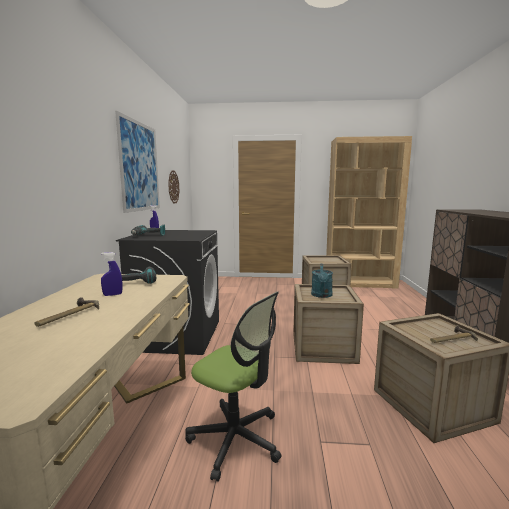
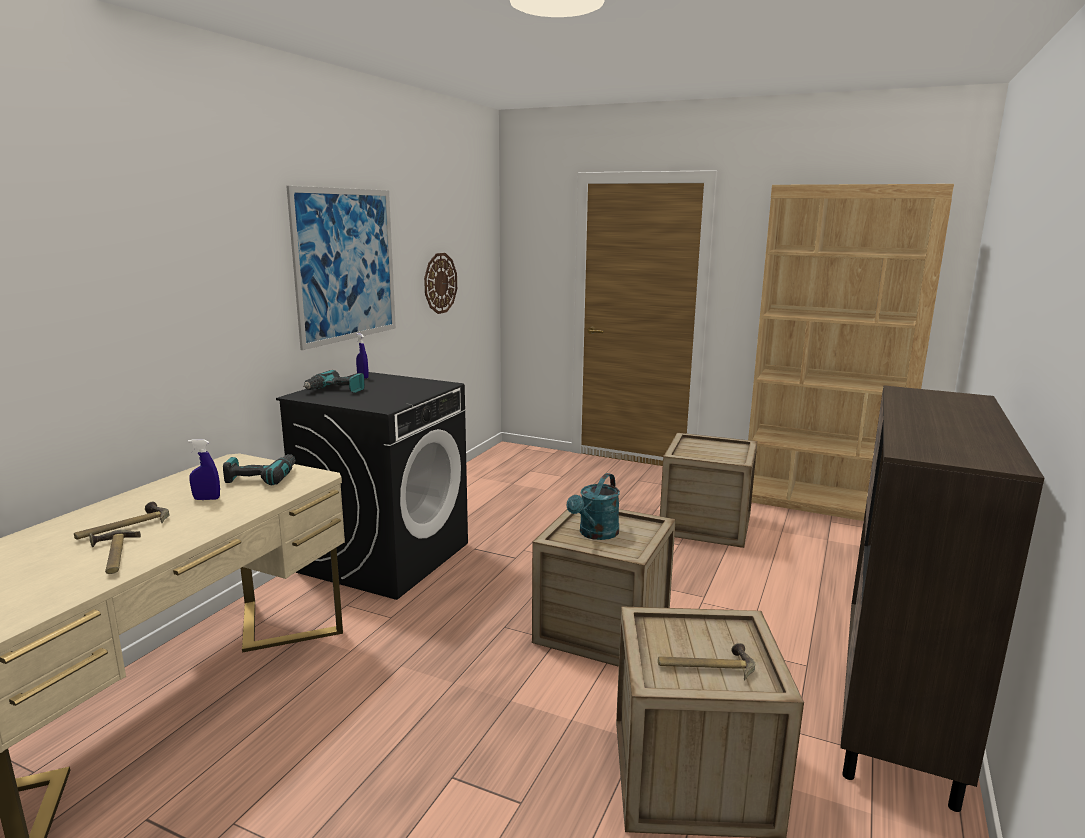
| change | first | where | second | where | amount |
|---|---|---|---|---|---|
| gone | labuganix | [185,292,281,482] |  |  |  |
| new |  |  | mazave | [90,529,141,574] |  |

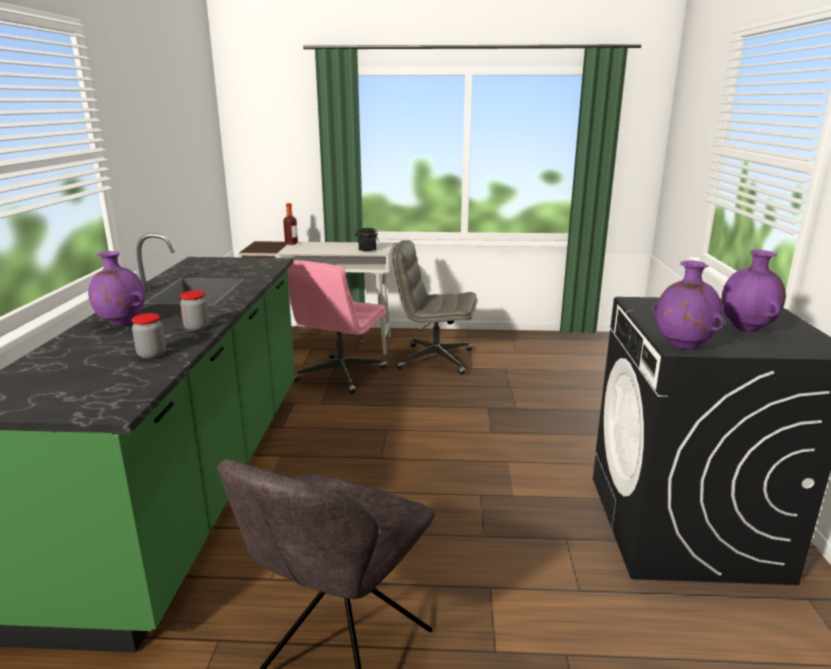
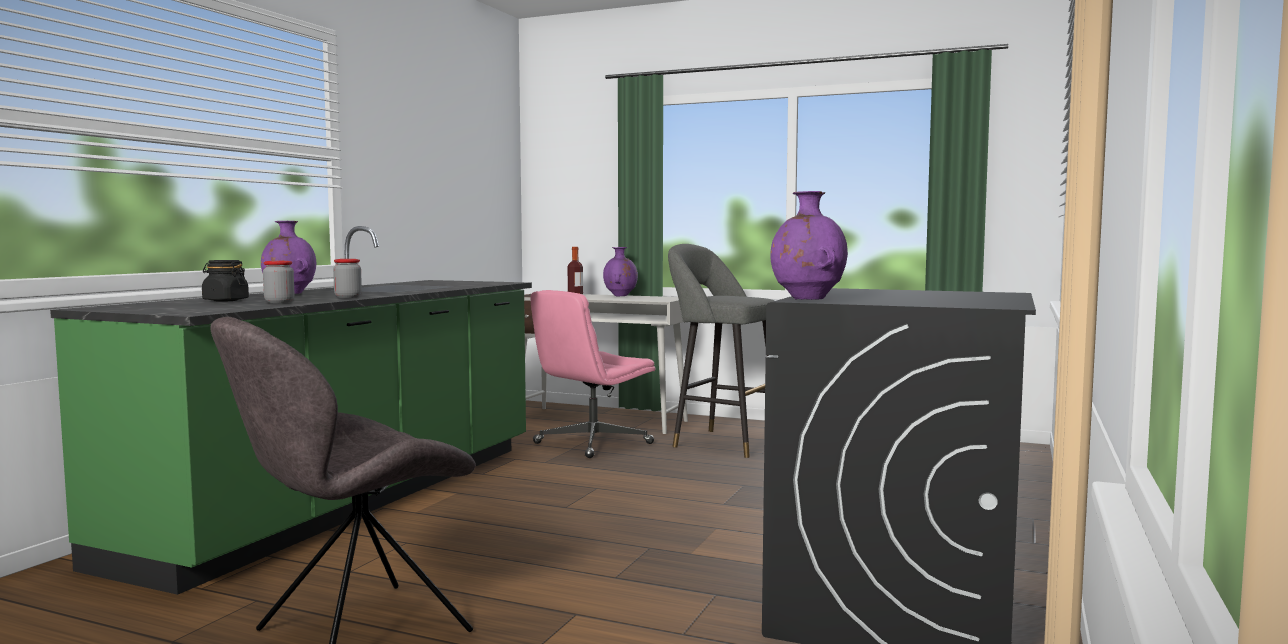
| change | first | where | second | where | amount |
|---|---|---|---|---|---|
| shifted | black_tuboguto | [355,228,379,251] |  | [202,260,249,302] |  |
| shifted | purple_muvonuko | [722,250,786,332] |  | [603,247,638,296] |  |
| swapped | grey_labuganix | [392,240,477,375] | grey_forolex | [668,244,774,458] |  |

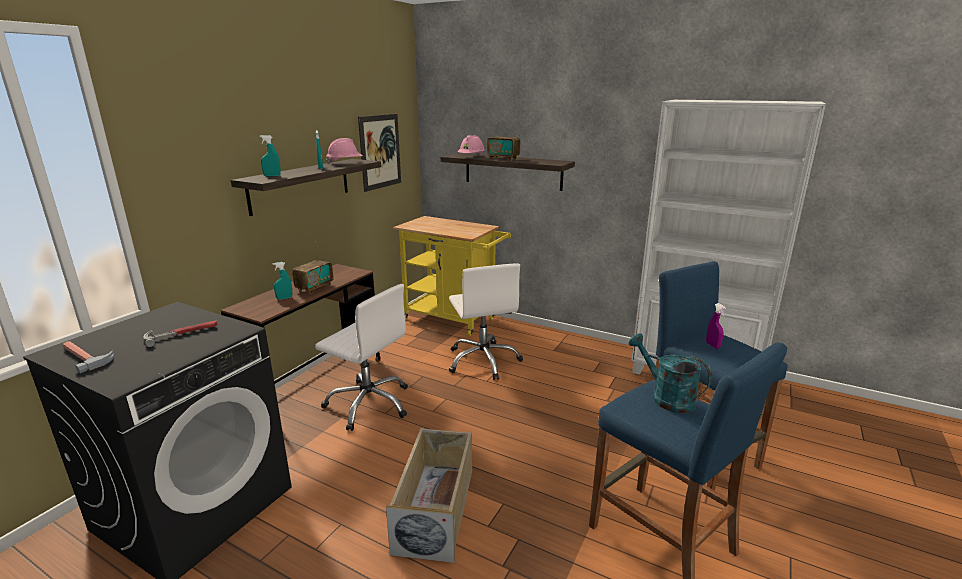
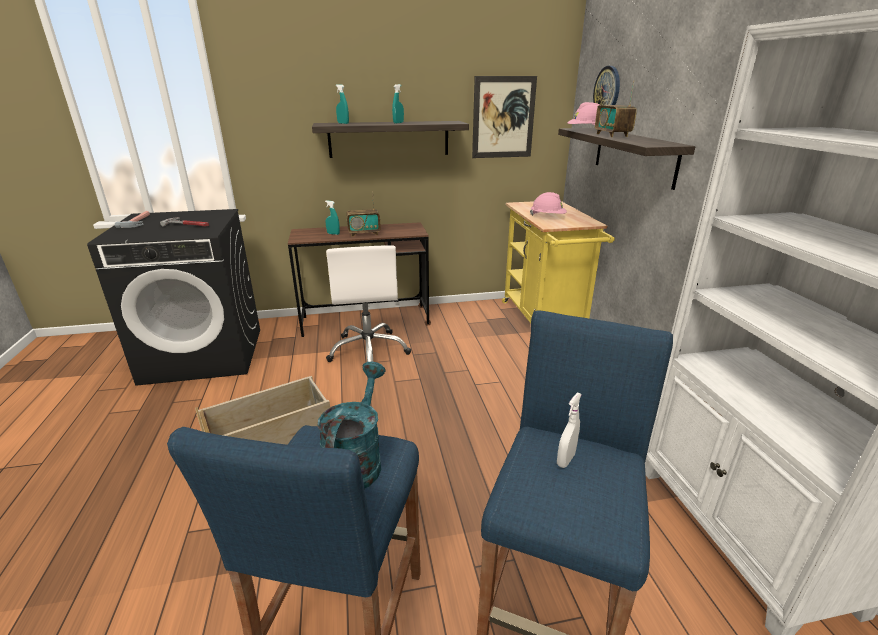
| change | first | where | second | where | amount |
|---|---|---|---|---|---|
| gone | white_labuganix | [449,263,523,380] |  |  |  |
| new |  |  | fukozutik | [593,66,620,105] |  |
| shifted | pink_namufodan | [326,138,363,164] |  | [530,192,567,216] |  |
| repainted | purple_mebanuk | [706,303,726,349] | white_mebanuk | [557,392,582,468] |  |

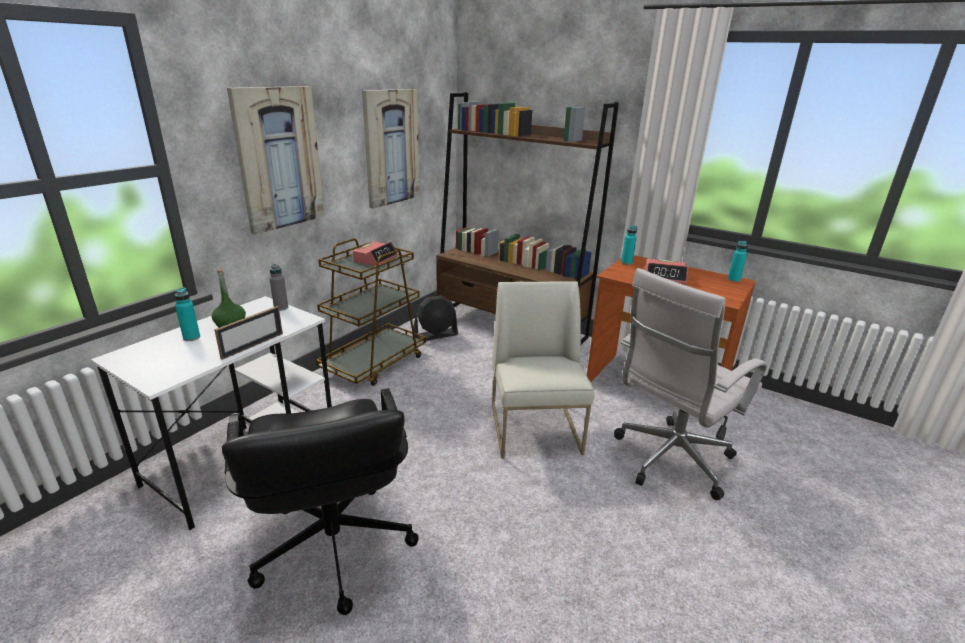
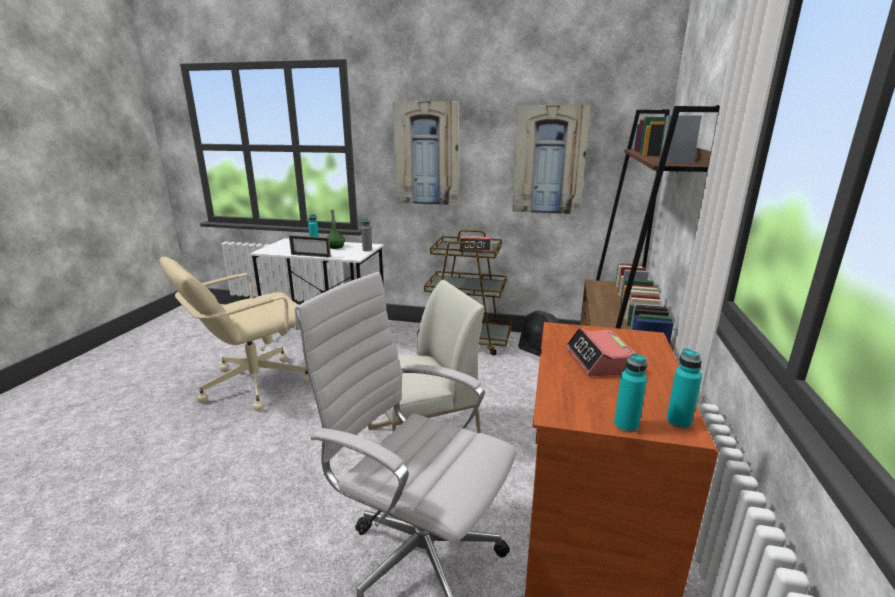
| change | first | where | second | where | amount |
|---|---|---|---|---|---|
| shifted | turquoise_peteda | [621,226,637,265] |  | [614,353,647,432] |  |
| repainted | black_labuganix | [222,388,419,615] | beige_labuganix | [160,257,309,411] |  |

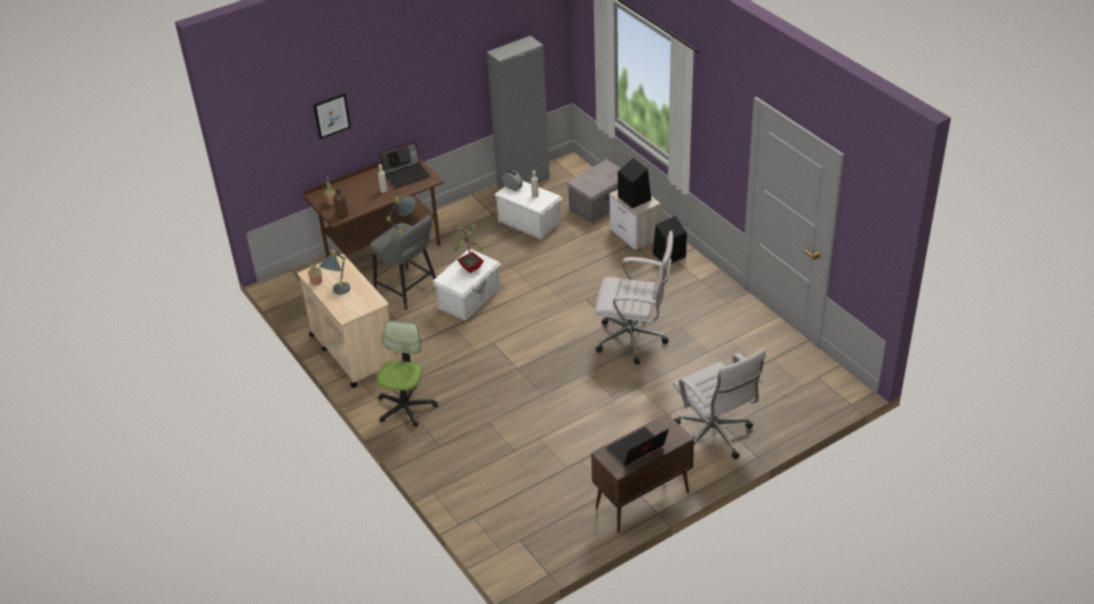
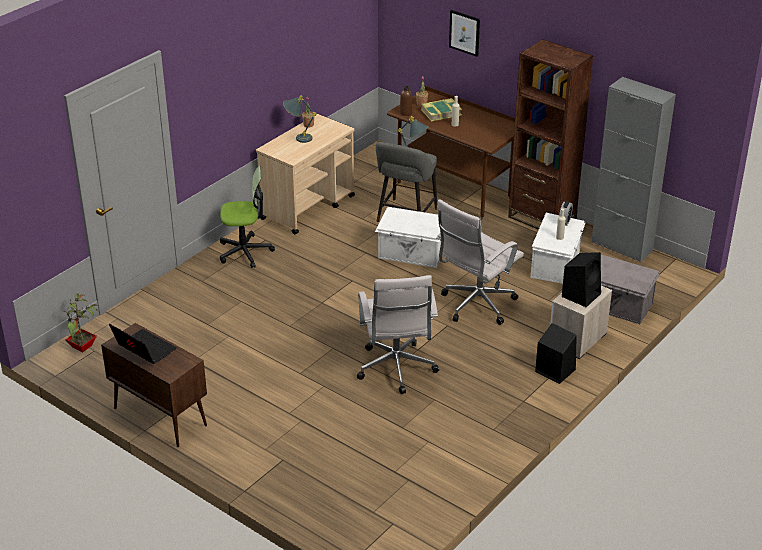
| change | first | where | second | where | amount |
|---|---|---|---|---|---|
| gone | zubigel | [379,141,430,188] |  |  |  |
| new |  |  | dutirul | [421,98,462,122] |  |
| new |  |  | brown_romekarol | [508,39,593,230] |  |
| shifted | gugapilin | [453,223,489,273] |  | [63,293,98,352] |  |
| shifted | white_labuganix | [672,349,766,459] |  | [436,199,524,325] |  |

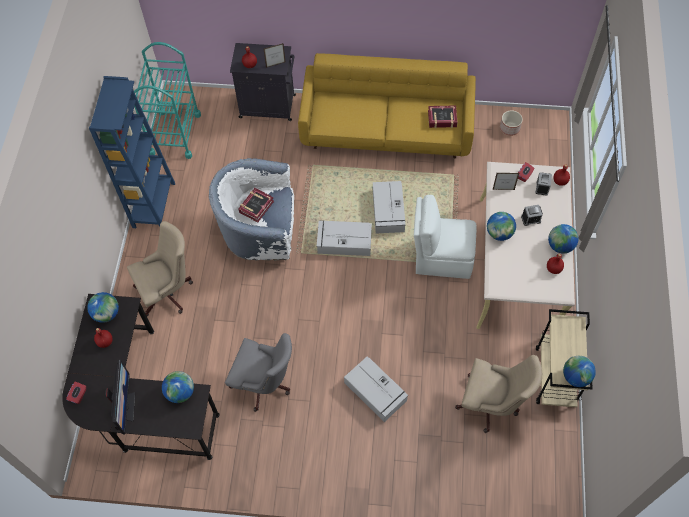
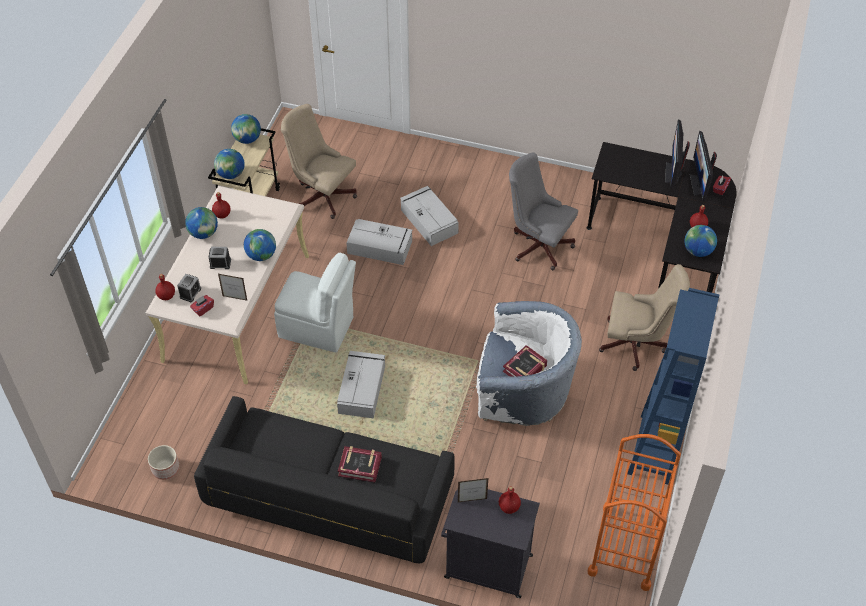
| change | first | where | second | where | amount |
|---|---|---|---|---|---|
| new |  |  | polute | [690,131,717,201] |  |
| shifted | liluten | [162,371,194,403] |  | [214,149,245,179] |  |
| shifted | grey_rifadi | [317,220,372,256] |  | [346,219,413,265] |  |
| shifted | dutirul | [428,105,458,128] |  | [338,446,382,482] |  |
| repainted | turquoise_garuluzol | [134,42,201,159] | orange_garuluzol | [588,434,681,591] |  |
| repainted | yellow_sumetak | [298,53,476,158] | black_sumetak | [194,396,455,563] |  |
| rotated | beige_labuganix | [127,221,193,316] |  | [599,264,690,371] | 150 degrees counterclockwise |

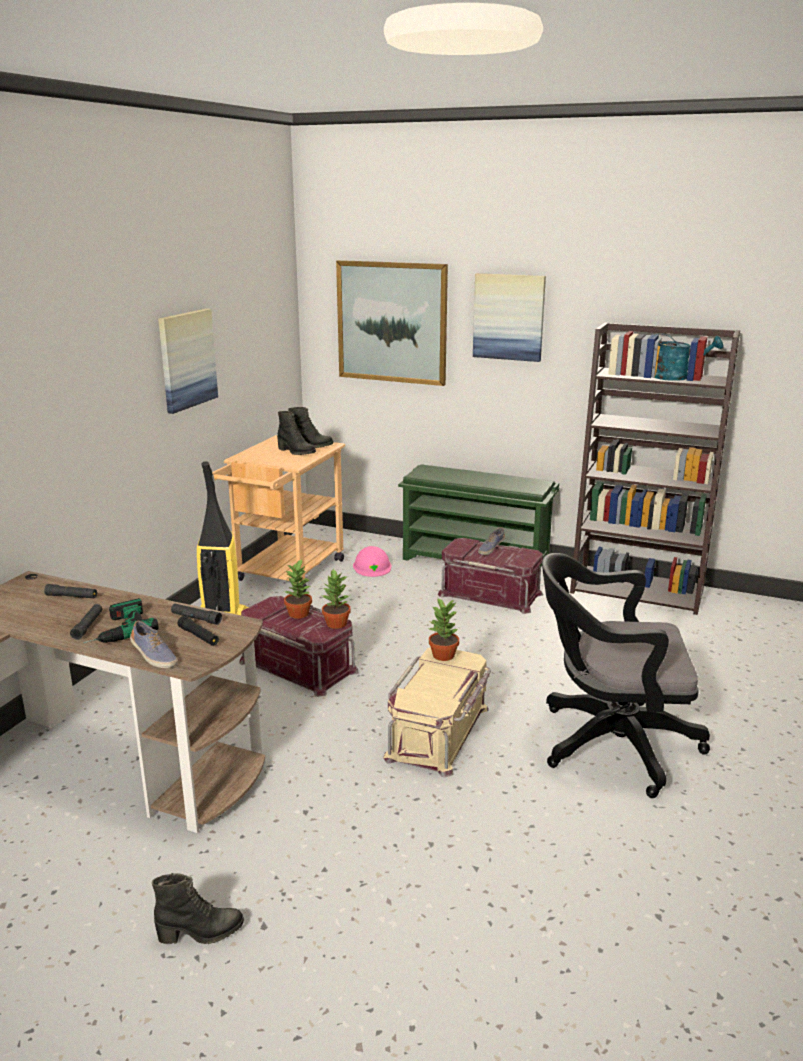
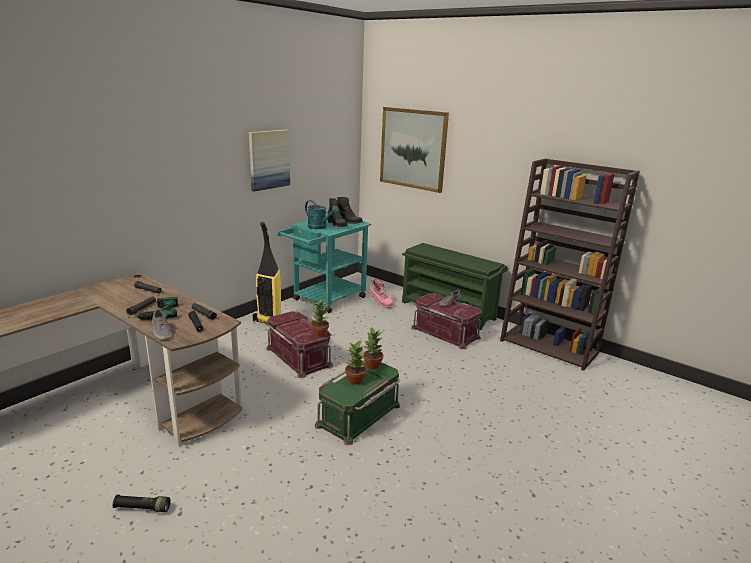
| change | first | where | second | where | amount |
|---|---|---|---|---|---|
| gone | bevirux | [473,273,546,362] |  |  |  |
| gone | black_labuganix | [542,553,710,798] |  |  |  |
| shifted | gugapilin | [284,559,312,619] |  | [345,340,366,385] |  |
| shifted | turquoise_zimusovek | [652,333,723,381] |  | [305,200,339,229] |  |
| swapped | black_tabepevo | [152,873,244,944] | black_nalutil | [112,495,171,512] |  |
| swapped | pink_namufodan | [353,546,391,577] | pink_tabepevo | [369,279,394,308] |  |
| repainted | beige_garuluzol | [212,435,345,592] | turquoise_garuluzol | [277,219,371,313] |  |
| repainted | beige_rifadi | [383,648,491,777] | green_rifadi | [315,360,400,445] |  |

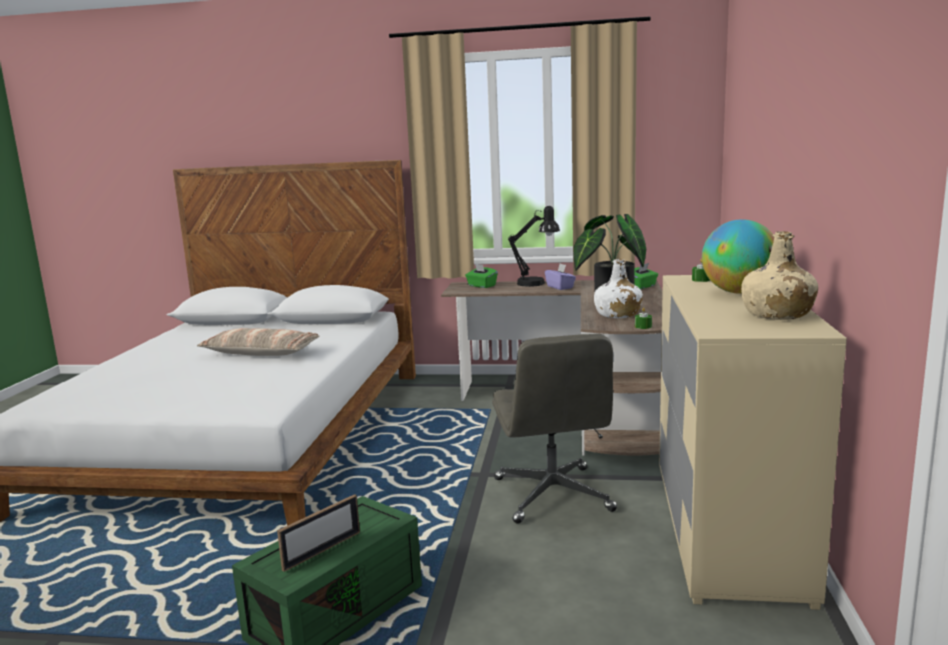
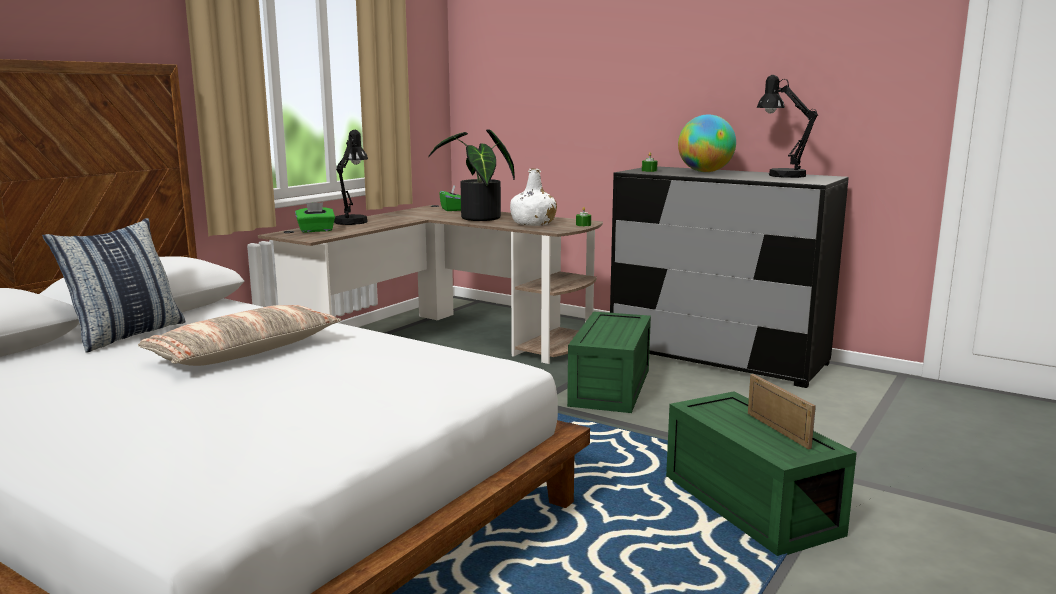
| change | first | where | second | where | amount |
|---|---|---|---|---|---|
| gone | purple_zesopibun | [545,264,576,290] |  |  |  |
| new |  |  | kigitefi | [42,218,186,352] |  |
| swapped | grey_labuganix | [492,334,617,524] | green_rifadi | [567,312,651,413] |  |
| swapped | beige_peteda | [741,231,818,320] | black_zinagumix | [757,75,818,178] |  |
| repainted | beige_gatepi | [659,275,847,610] | black_gatepi | [610,166,849,388] |  |

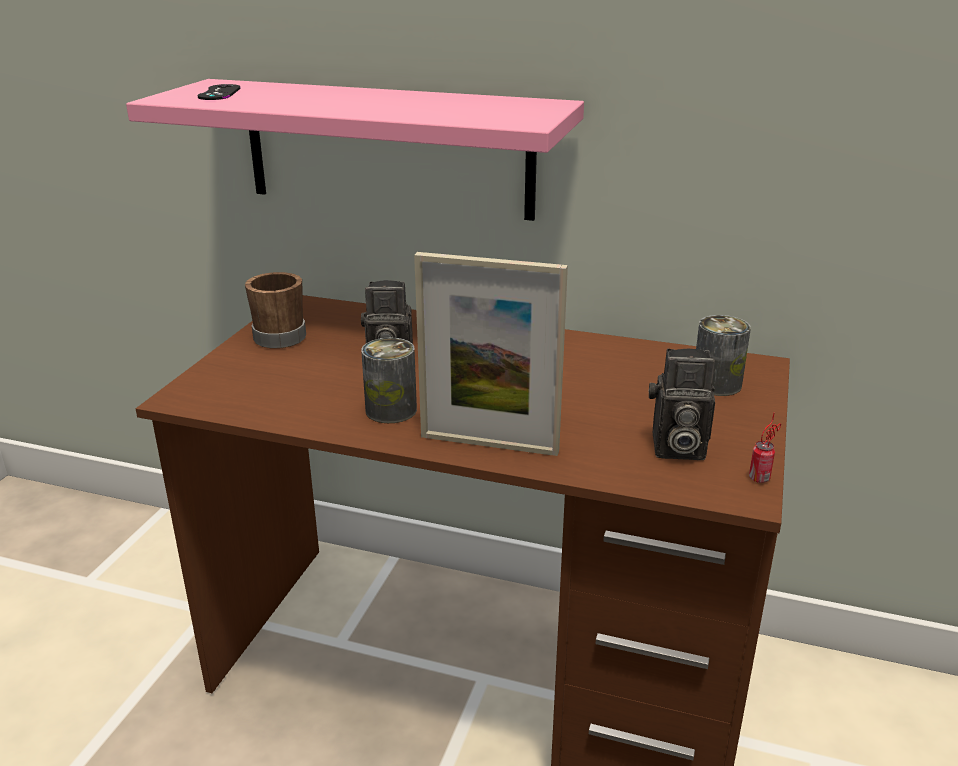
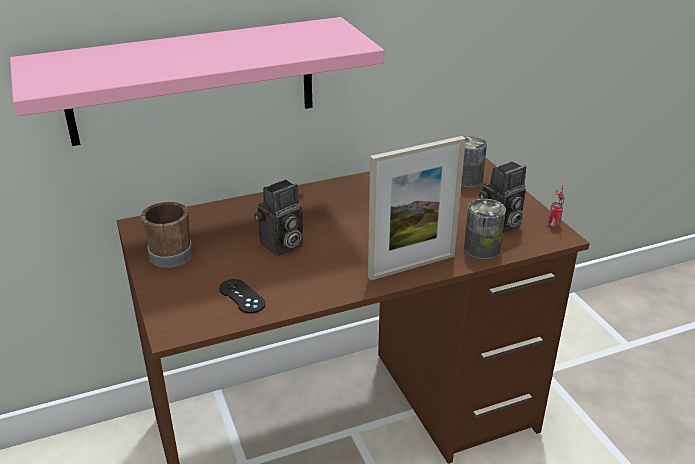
| change | first | where | second | where | amount |
|---|---|---|---|---|---|
| shifted | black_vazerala | [198,84,240,100] |  | [219,279,266,313] |  |
| shifted | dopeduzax | [361,338,417,423] |  | [464,199,506,260] |  |

